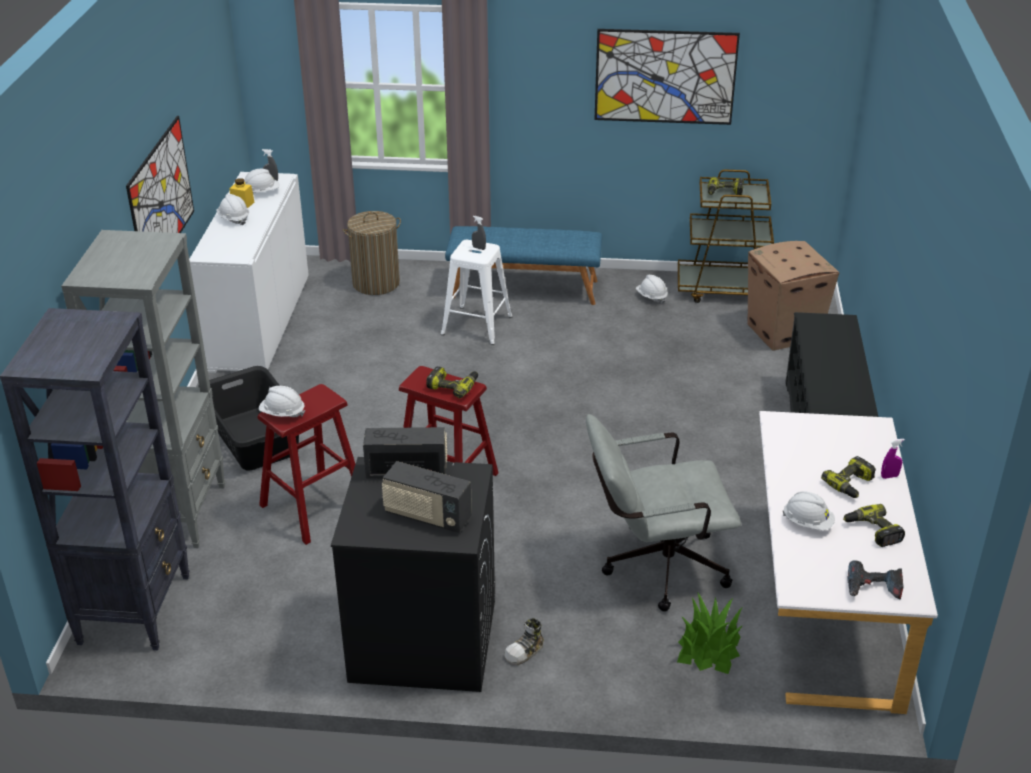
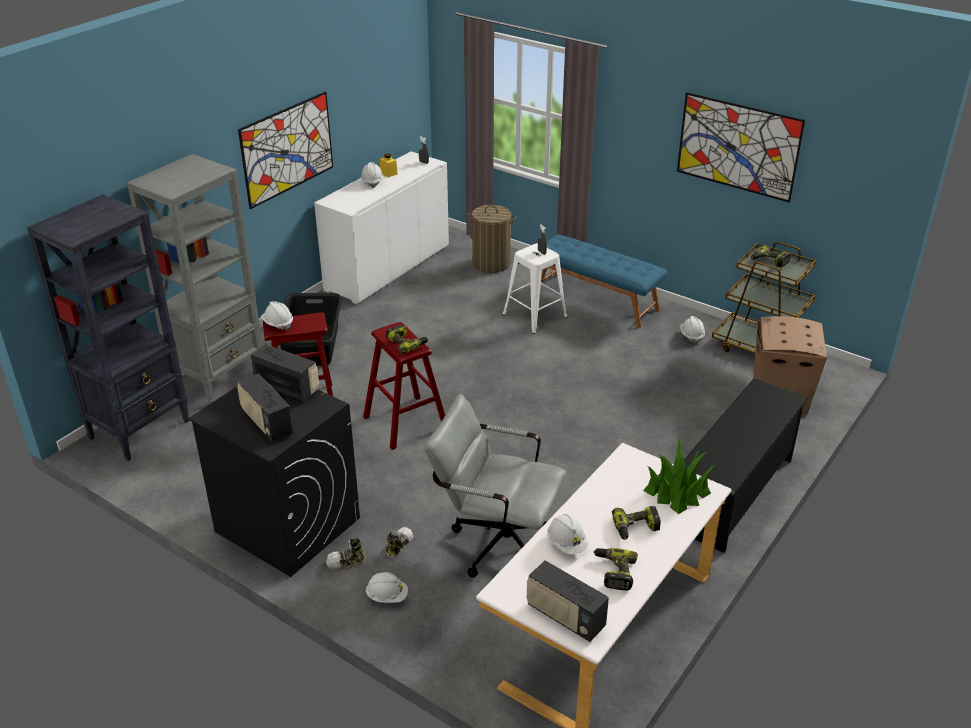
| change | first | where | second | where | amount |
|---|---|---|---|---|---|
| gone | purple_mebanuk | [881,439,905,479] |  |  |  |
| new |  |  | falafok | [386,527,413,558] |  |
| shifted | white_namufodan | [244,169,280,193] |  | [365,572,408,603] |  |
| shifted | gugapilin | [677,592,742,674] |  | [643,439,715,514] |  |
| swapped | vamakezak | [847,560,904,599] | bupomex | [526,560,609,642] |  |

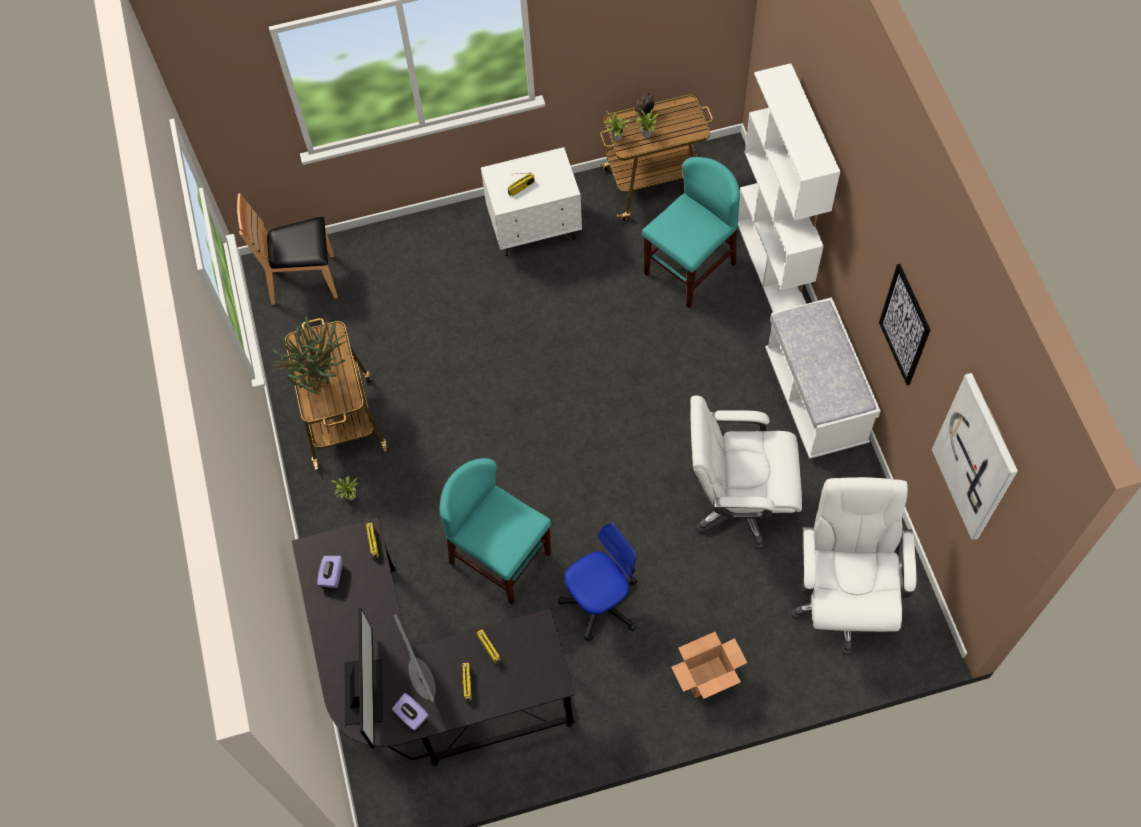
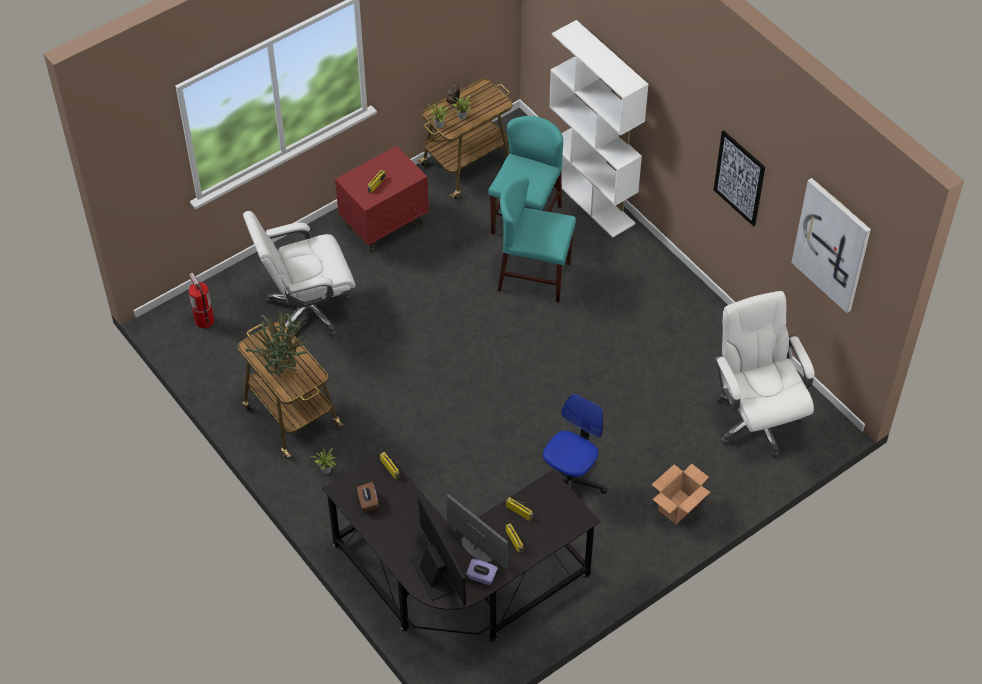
| change | first | where | second | where | amount |
|---|---|---|---|---|---|
| gone | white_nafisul | [765,297,881,459] |  |  |  |
| shifted | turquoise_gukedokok | [439,458,551,604] |  | [498,177,576,303] |  |
| shifted | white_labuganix | [690,396,802,549] |  | [243,211,355,336] |  |
| swapped | brown_gukedokok | [237,193,338,305] | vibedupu | [189,273,214,328] |  |
| repainted | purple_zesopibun | [317,556,343,588] | brown_zesopibun | [357,482,378,512] |  |
| repainted | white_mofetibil | [481,147,582,256] | red_mofetibil | [335,146,429,252] |  |

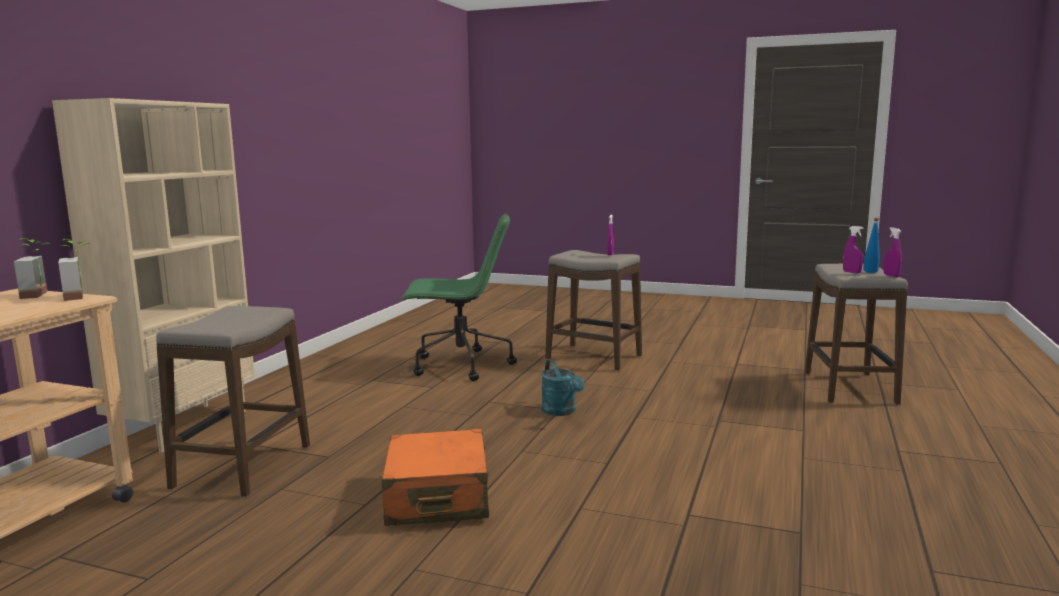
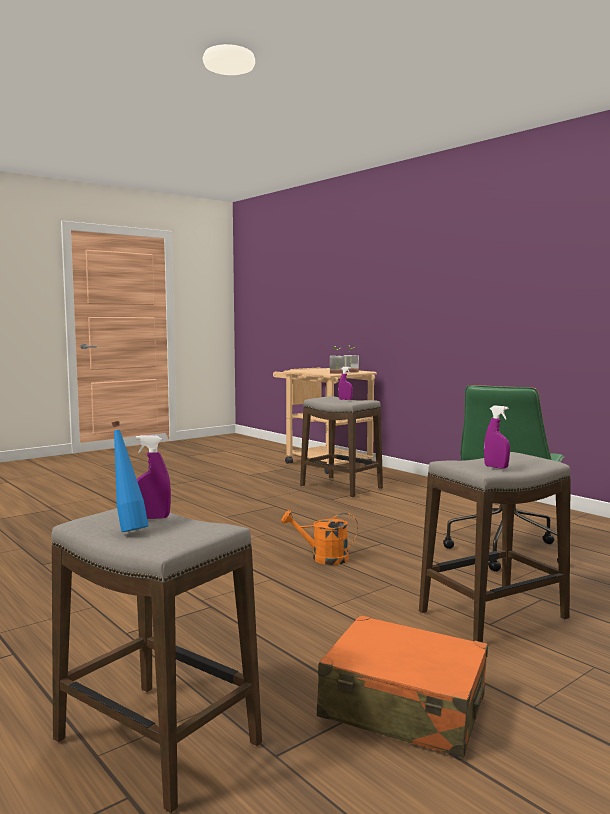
| change | first | where | second | where | amount |
|---|---|---|---|---|---|
| gone | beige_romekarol | [52,98,255,453] |  |  |  |
| shifted | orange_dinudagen | [381,429,489,526] |  | [317,615,488,758] |  |
| shifted | purple_mebanuk | [884,227,902,278] |  | [338,367,353,400] |  |
| repainted | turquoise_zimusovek | [541,359,585,416] | orange_zimusovek | [281,510,358,565] |  |

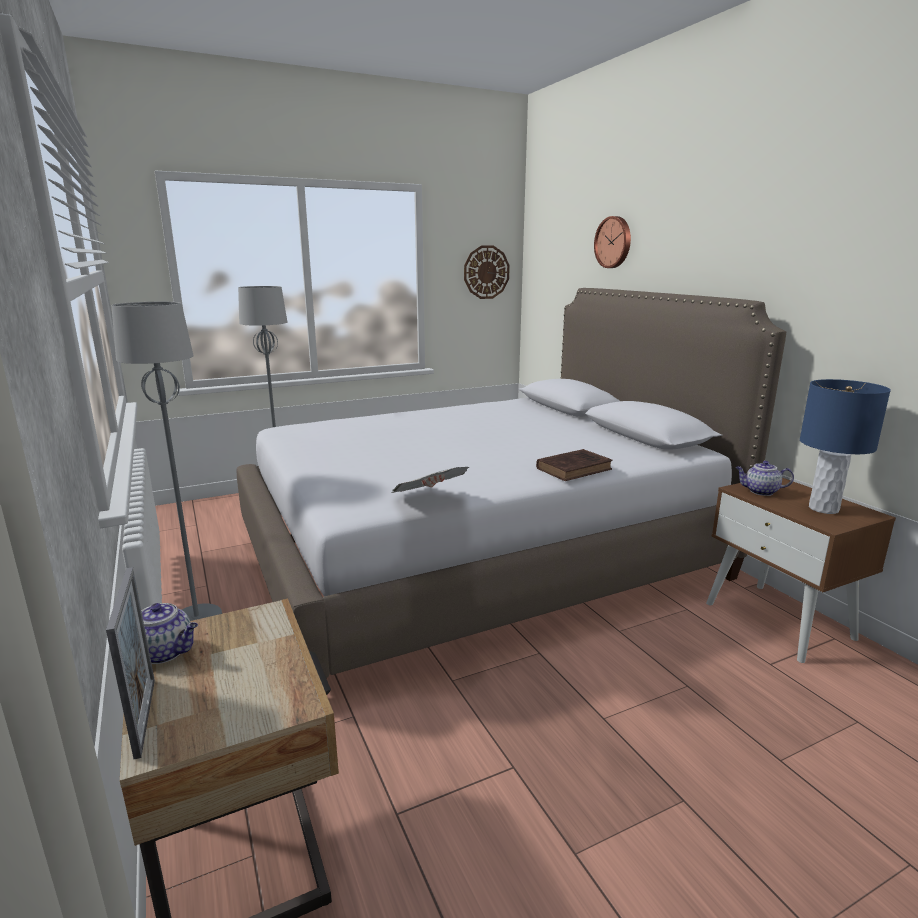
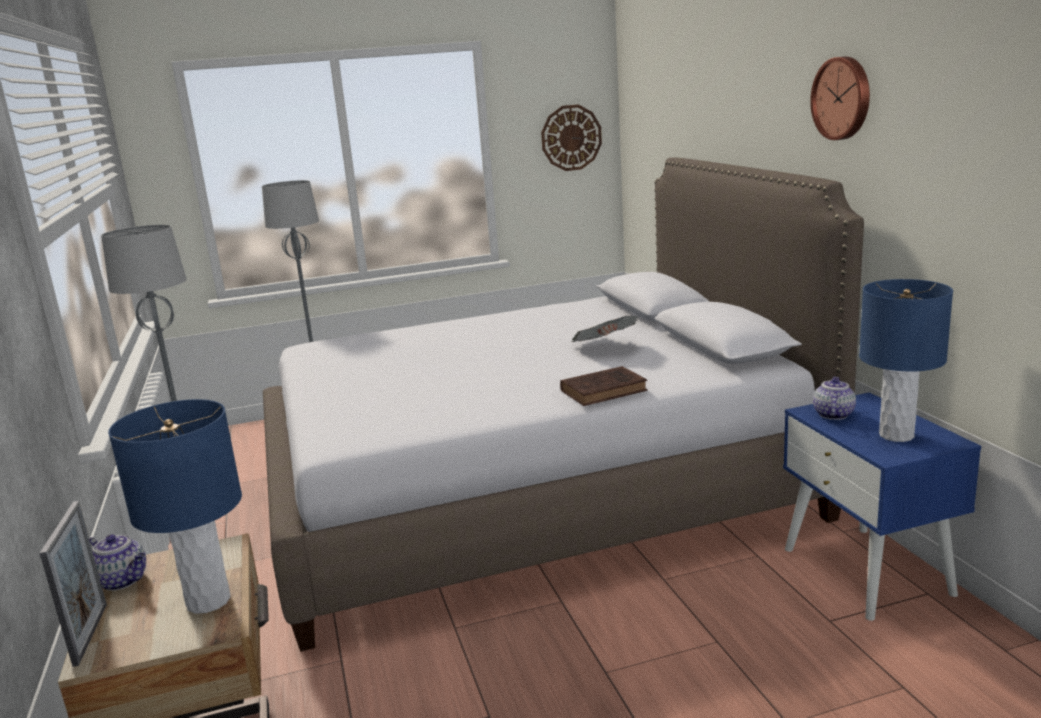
| change | first | where | second | where | amount |
|---|---|---|---|---|---|
| new |  |  | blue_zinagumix | [108,399,242,614] |  |
| shifted | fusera | [391,467,469,493] |  | [571,316,638,342] |  |
| shifted | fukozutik | [594,216,631,268] |  | [810,56,870,140] |  |
| repainted | brown_mofetibil | [706,478,896,663] | blue_mofetibil | [783,392,981,621] |  |
| rotated | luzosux | [735,461,794,496] |  | [813,377,856,420] | 90 degrees clockwise |

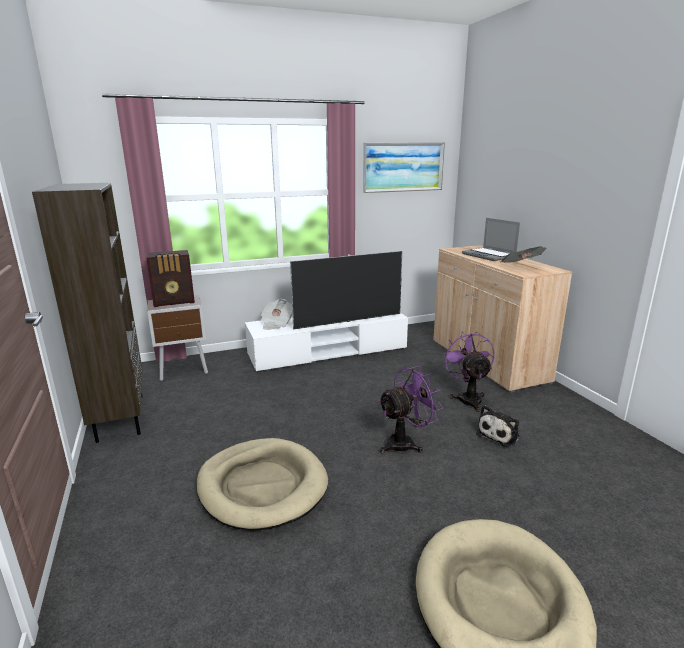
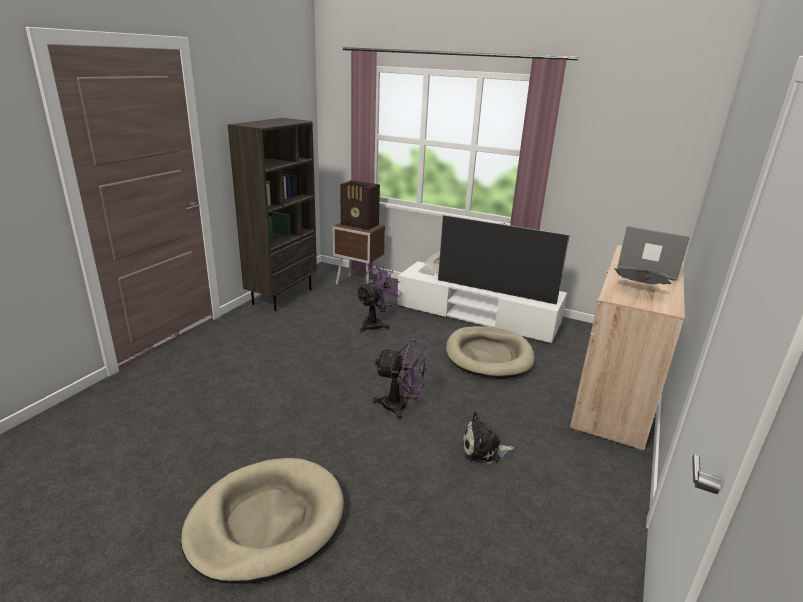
| change | first | where | second | where | amount |
|---|---|---|---|---|---|
| gone | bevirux | [363,142,445,193] |  |  |  |
| shifted | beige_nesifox | [197,438,328,530] |  | [446,326,535,379] |  |
| shifted | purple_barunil | [442,332,495,412] |  | [356,266,403,333] |  |
| rotated | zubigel | [462,218,520,261] |  | [617,226,690,281] | 105 degrees clockwise |

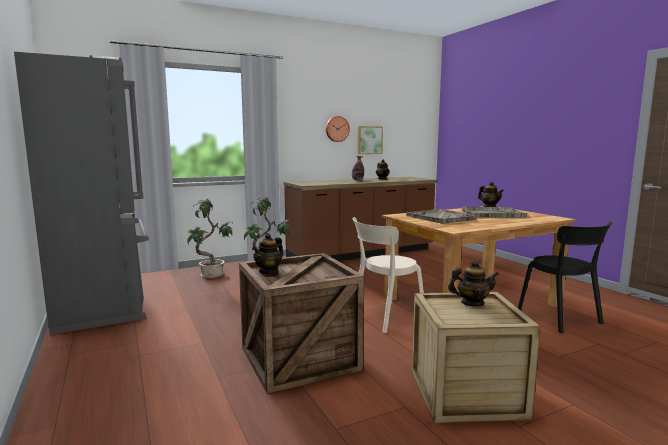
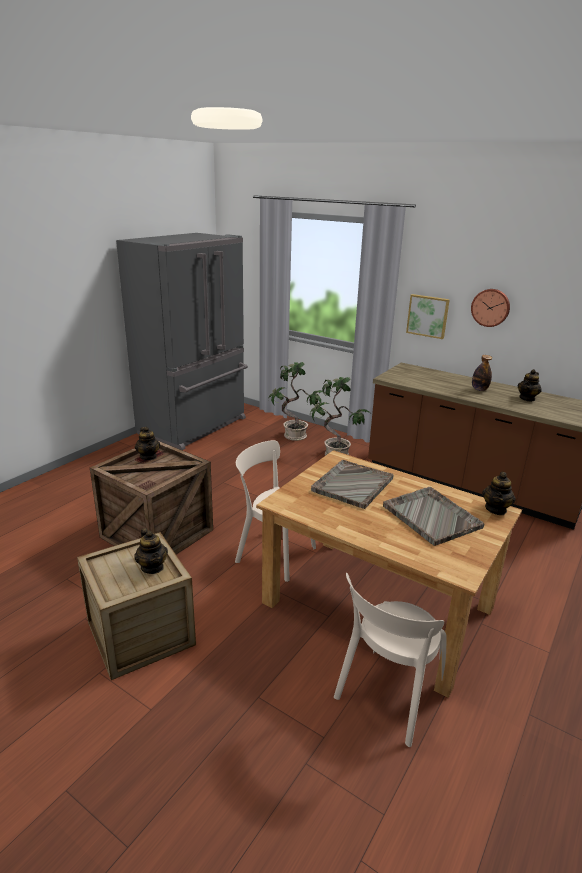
| change | first | where | second | where | amount |
|---|---|---|---|---|---|
| shifted | bevirux | [358,126,383,154] |  | [406,294,450,339] |  |
| repainted | black_gukedokok | [518,221,612,333] | beige_gukedokok | [334,573,447,747] |  |
| rotated | luzosux | [252,233,283,275] |  | [135,427,160,460] | 120 degrees counterclockwise |

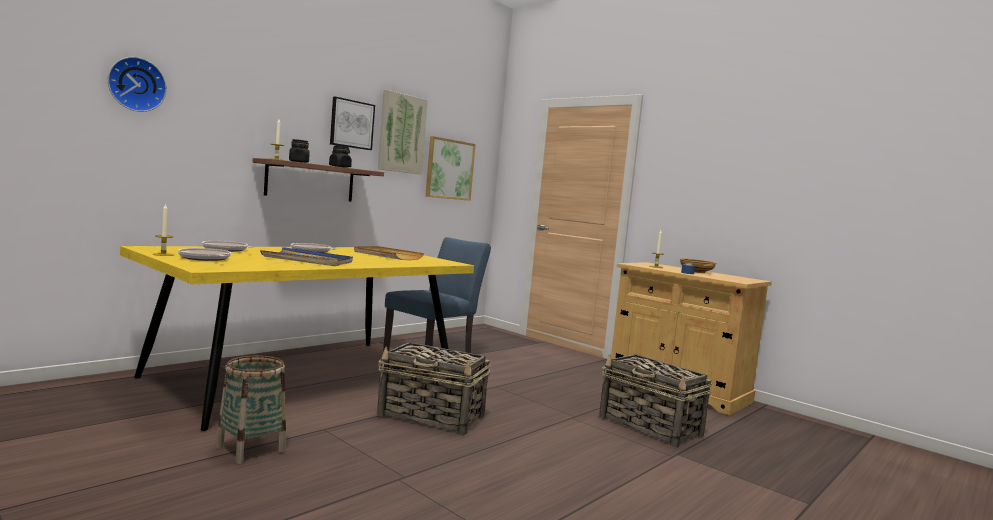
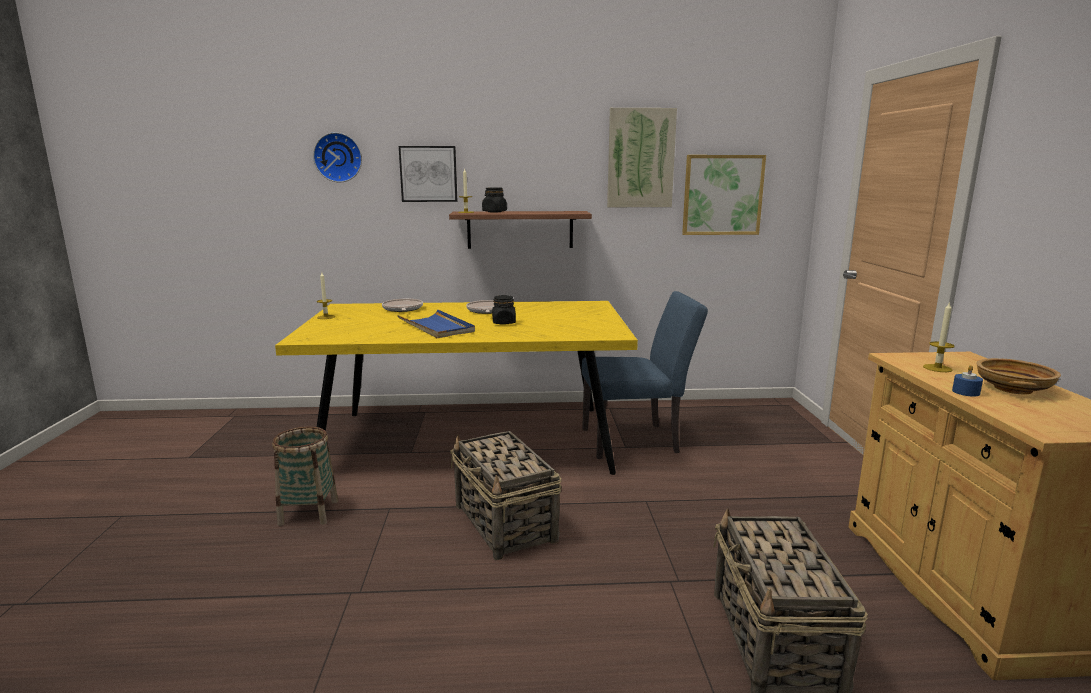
| change | first | where | second | where | amount |
|---|---|---|---|---|---|
| gone | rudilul | [178,248,231,261] |  |  |  |
| gone | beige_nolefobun | [354,246,425,260] |  |  |  |
| shifted | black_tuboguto | [329,145,352,168] |  | [492,295,516,325] |  |
| shifted | bevirux | [330,97,375,150] |  | [399,146,458,202] |  |

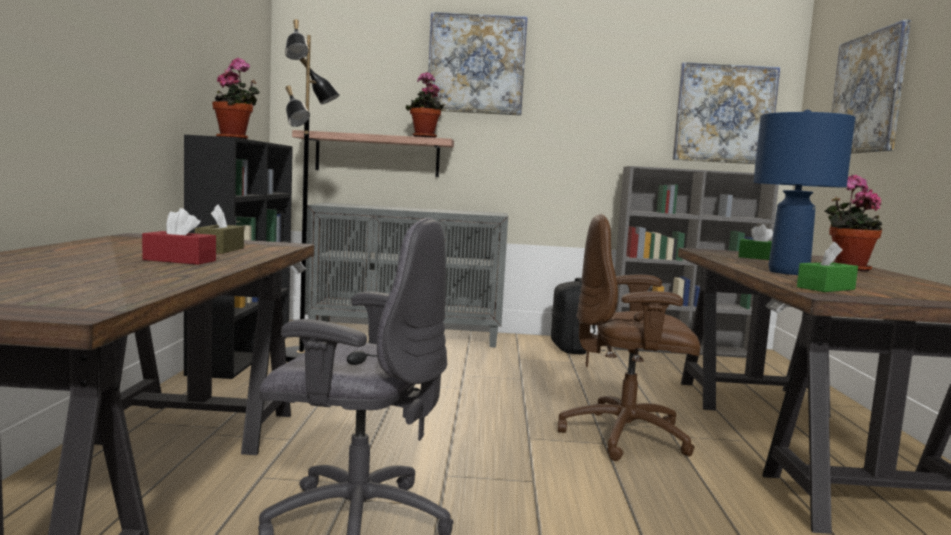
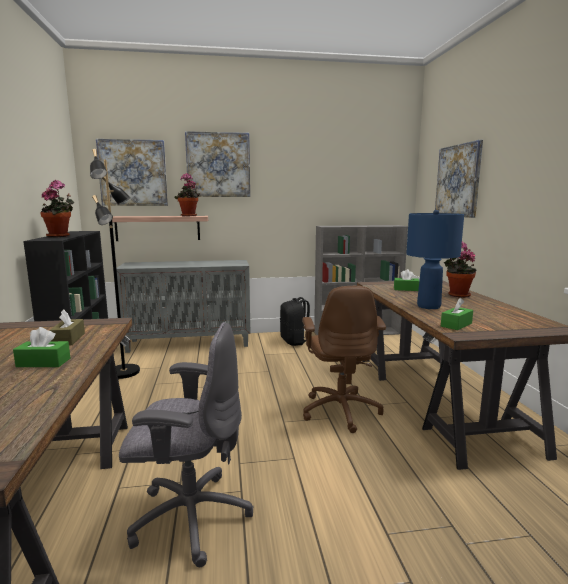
| change | first | where | second | where | amount |
|---|---|---|---|---|---|
| shifted | bevirux | [673,62,780,164] |  | [96,139,168,206] |  |
| repainted | red_zesopibun | [142,208,216,265] | green_zesopibun | [13,327,70,367] |  |
| rotated | brown_labuganix | [558,214,701,461] |  | [302,286,386,433] | 90 degrees counterclockwise |

